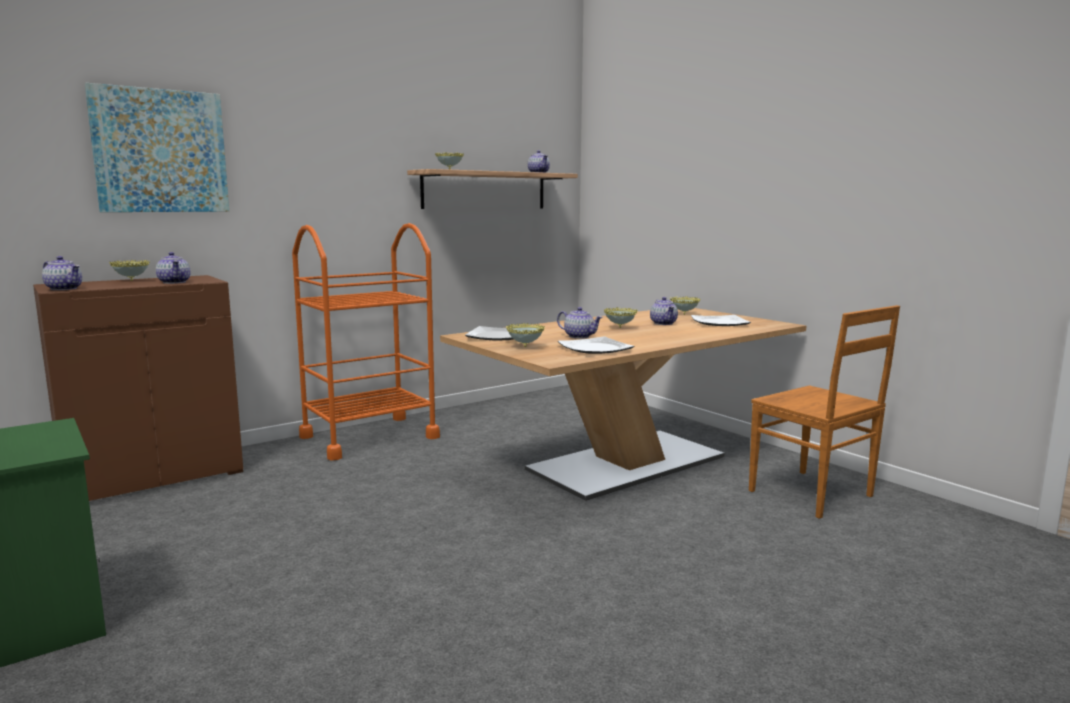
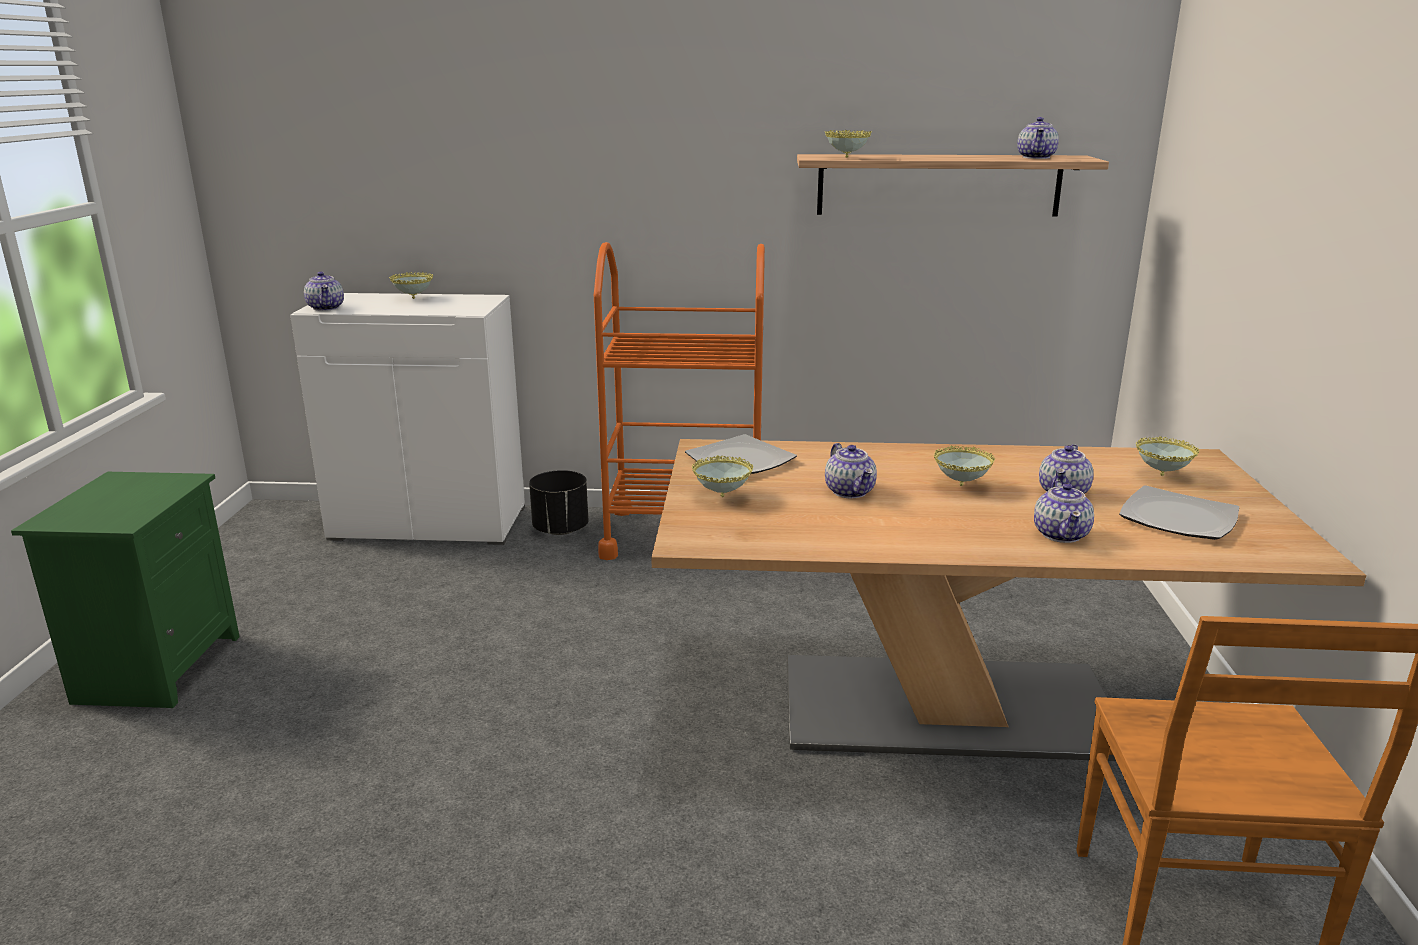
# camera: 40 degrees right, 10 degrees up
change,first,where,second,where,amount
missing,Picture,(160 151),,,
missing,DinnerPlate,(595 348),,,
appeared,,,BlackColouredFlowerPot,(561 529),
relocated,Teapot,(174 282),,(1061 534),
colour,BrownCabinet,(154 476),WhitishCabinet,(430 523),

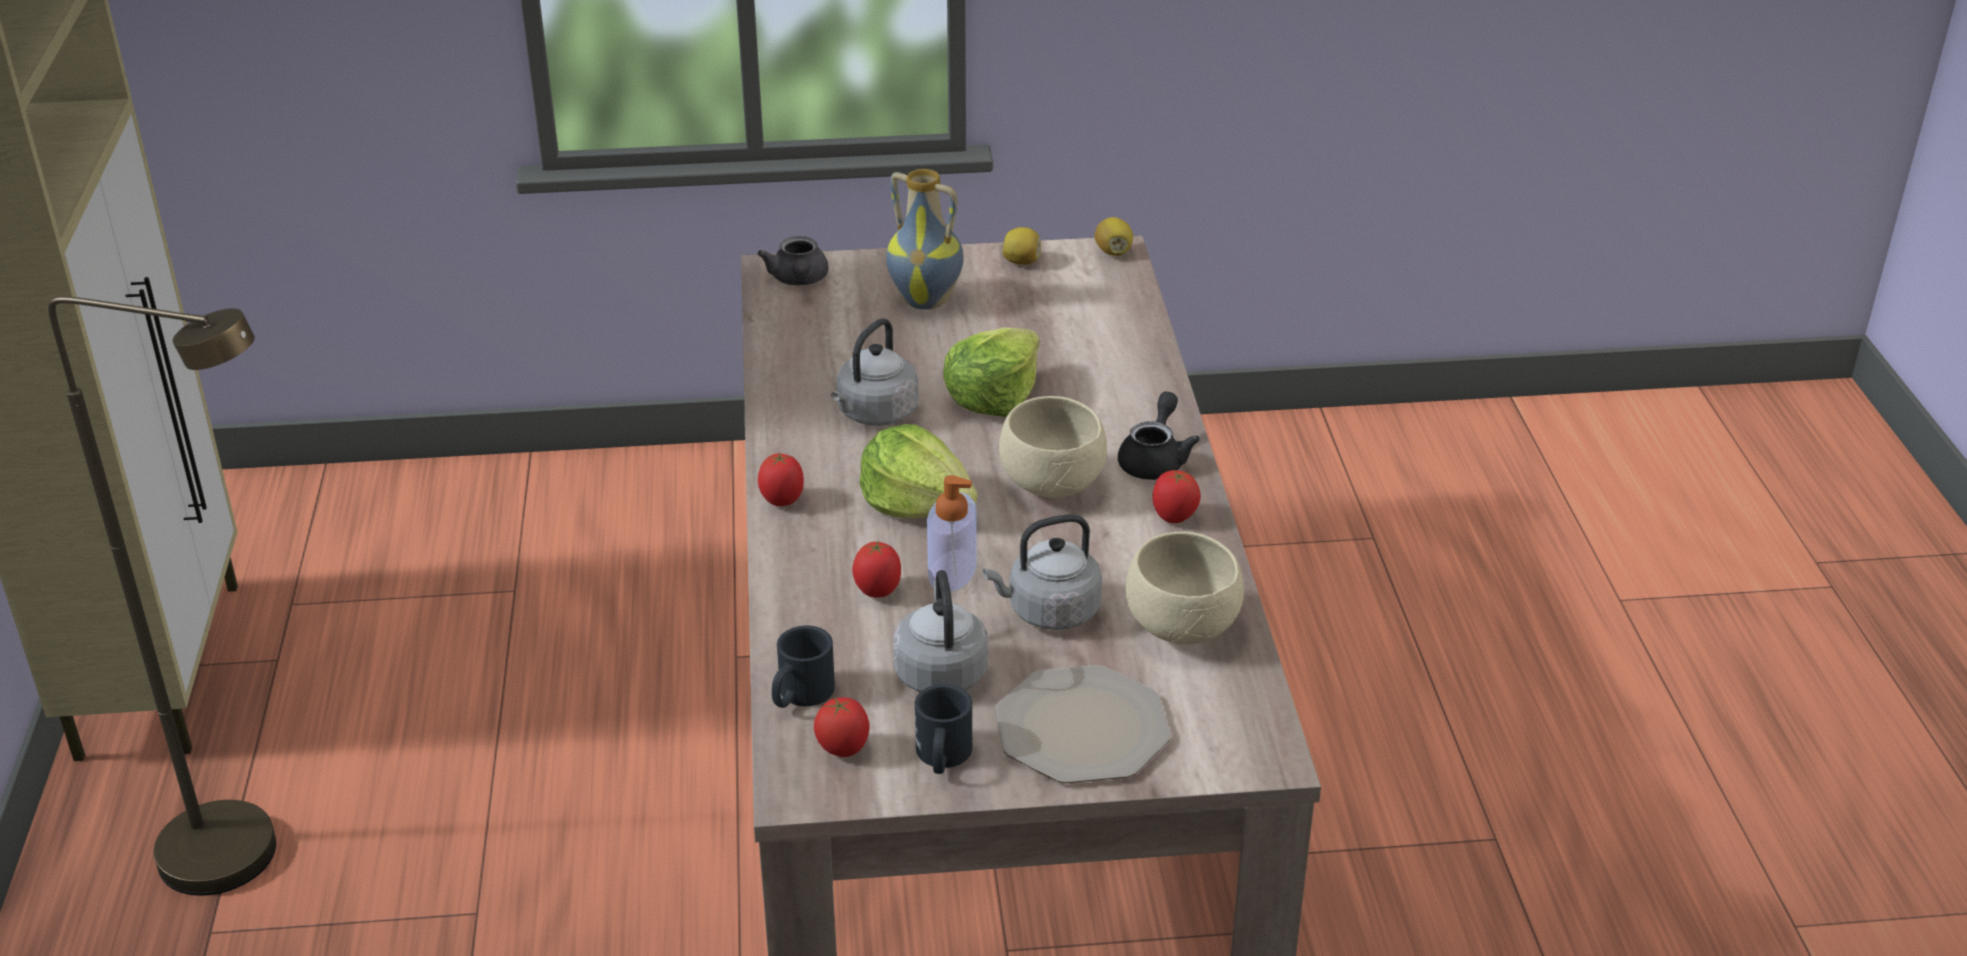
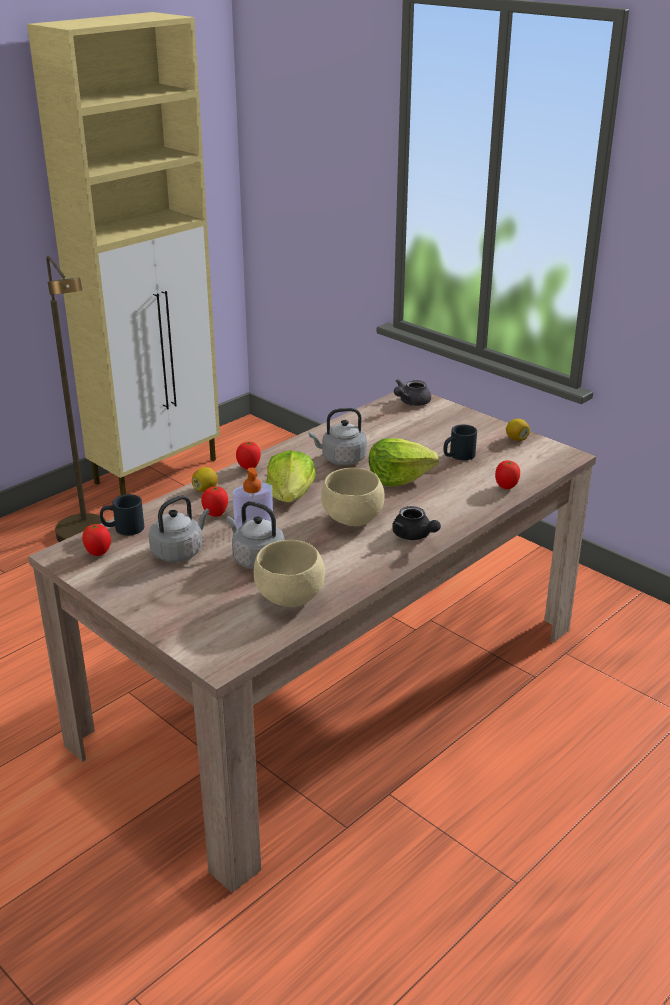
# camera: 50 degrees right, 5 degrees down
change,first,where,second,where,amount
missing,FlowerVase,(927 300),,,
missing,DinnerPlate,(1081 726),,,
relocated,BlackColouredCoffeeMug,(942 758),,(458 456),
relocated,CitrusFruit,(1113 252),,(205 489),
relocated,FreshTomato,(1174 518),,(506 487),
spun,BlackColouredTeapot,(1155 459),,(414 536),75 degrees clockwise

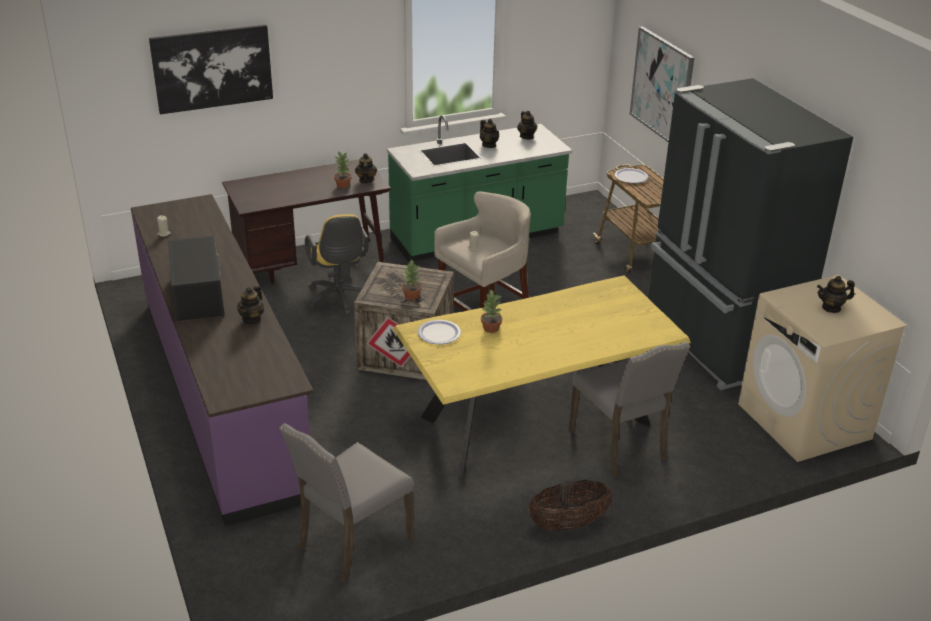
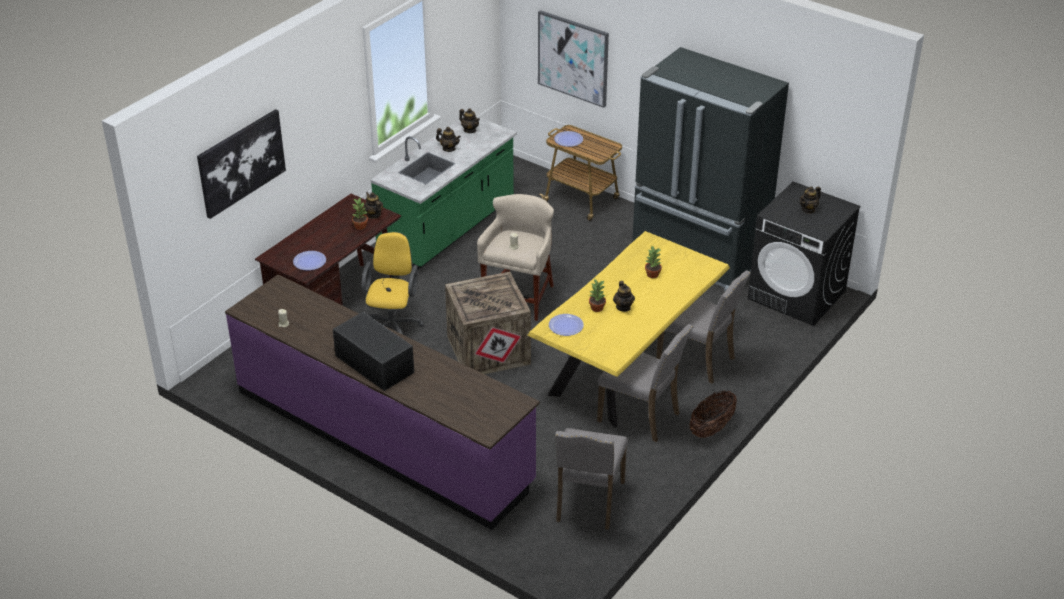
# camera: 30 degrees left, 5 degrees up
change,first,where,second,where,amount
appeared,,,DinnerPlate,(309 261),
appeared,,,GreyishChair,(641 416),
relocated,Teapot,(252 319),,(623 307),
relocated,PlantInAPot,(411 296),,(652 275),
colour,BeigeColouredLaundryMachine,(804 422),BlackColouredLaundryMachine,(797 295),
spun,YellowOfficeChair,(339 300),,(393 327),120 degrees counterclockwise

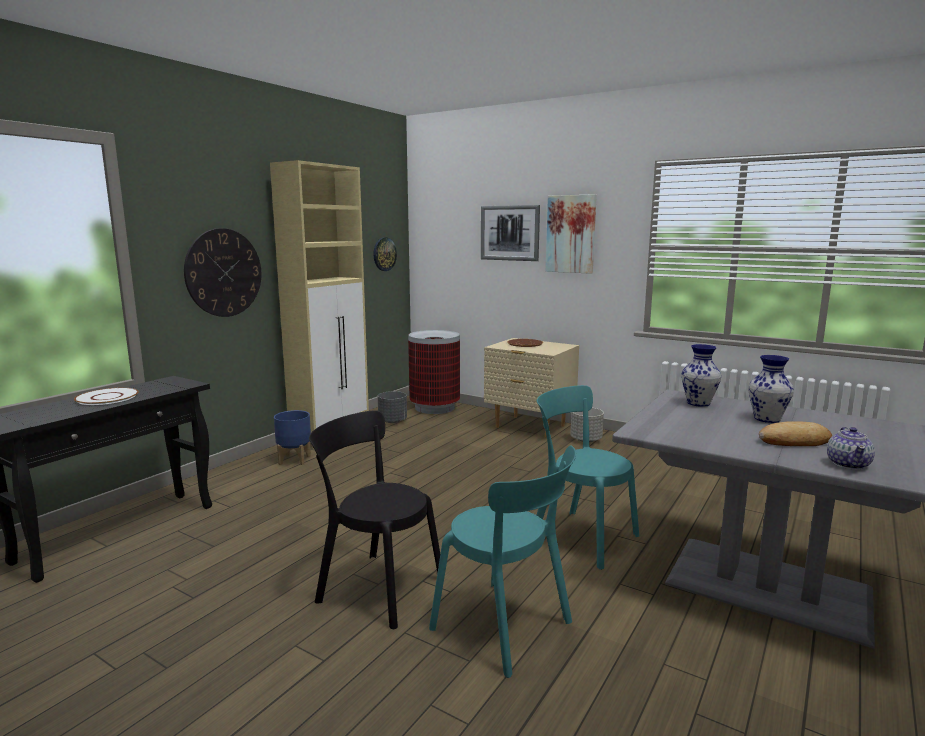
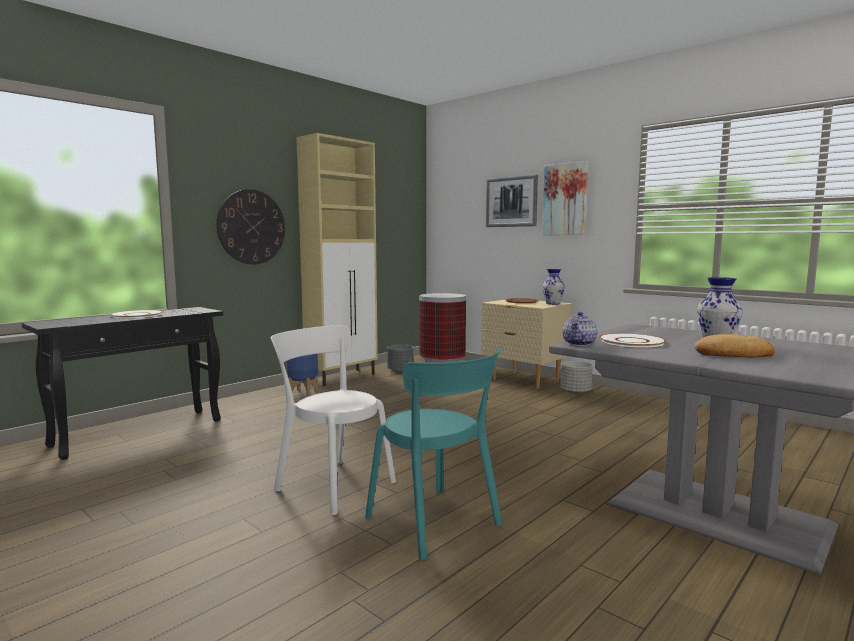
# camera: 10 degrees right, 5 degrees down
change,first,where,second,where,amount
missing,HangingClock,(384 254),,,
missing,TurquoiseChair,(580 536),,,
appeared,,,WhitishDinnerPlate,(631 342),
relocated,FlowerVase,(698 403),,(552 304),
relocated,Teapot,(848 464),,(579 343),
colour,BlackColouredChair,(376 587),WhitishChair,(332 484),

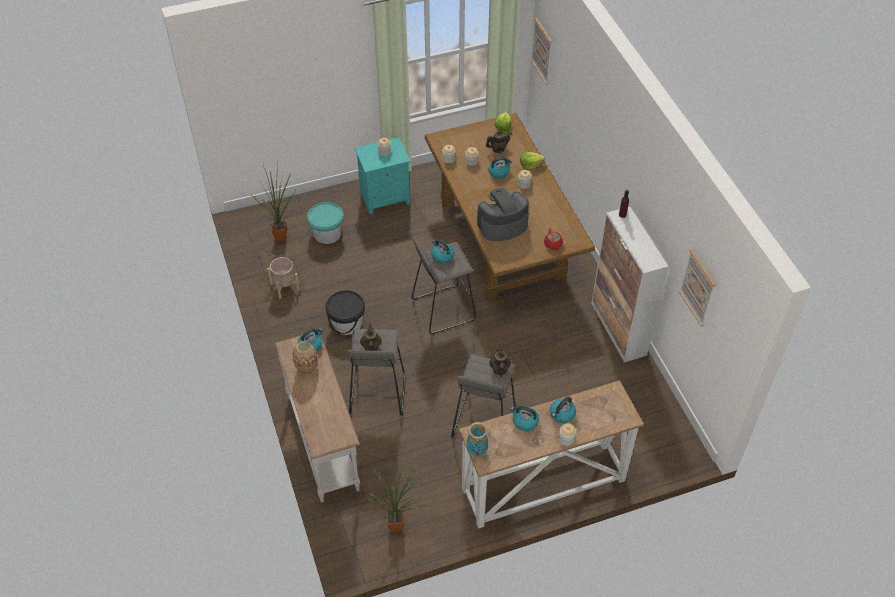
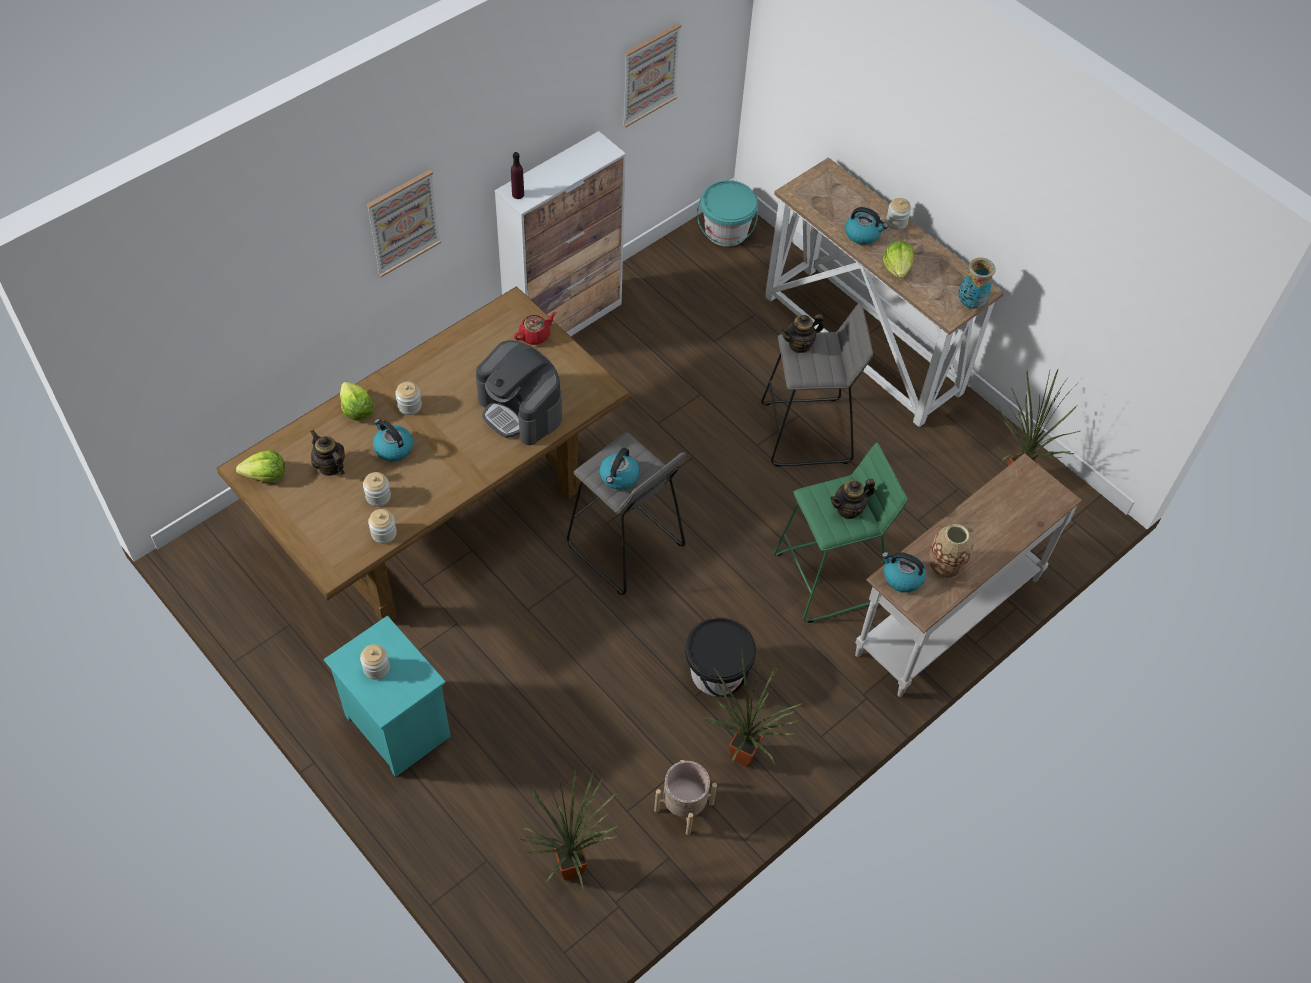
# camera: 115 degrees left, 5 degrees up
change,first,where,second,where,amount
appeared,,,PlantInAPot,(740 759),
relocated,TurquoiseBucket,(327 234),,(726 231),
relocated,Picture,(542 50),,(403 222),
exchanged,WaterKettle,(524 422),Lettuce,(897 267),
colour,GreyishStool,(377 394),GreenStool,(828 578),

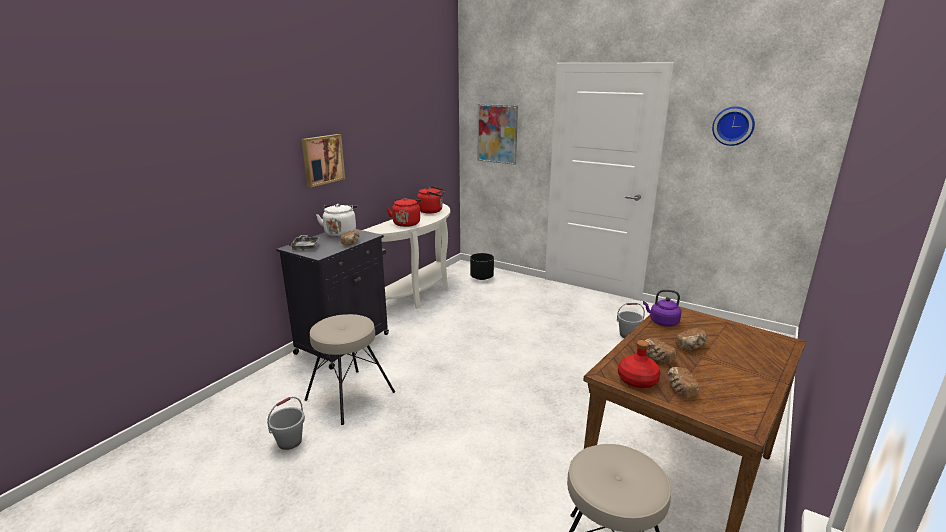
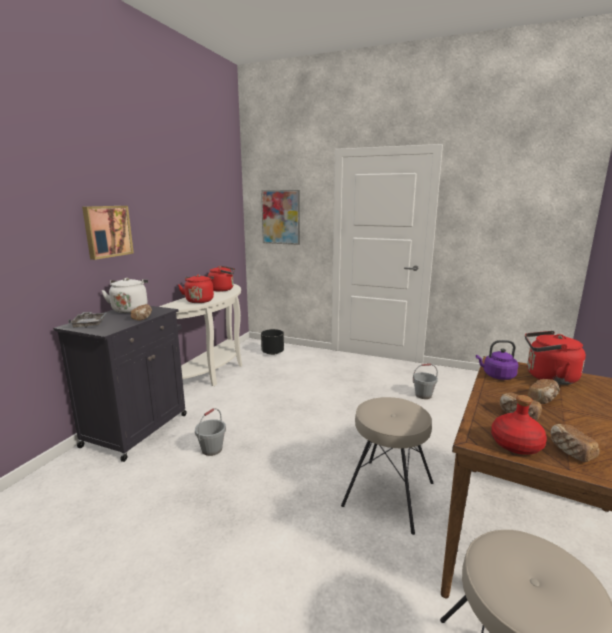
# camera: 10 degrees left, 5 degrees down
change,first,where,second,where,amount
missing,HangingClock,(733 126),,,
appeared,,,RedWaterKettle,(548 377),
relocated,GreyishBucket,(289 441),,(212 449),
relocated,BeigeColouredStool,(349 395),,(387 493),

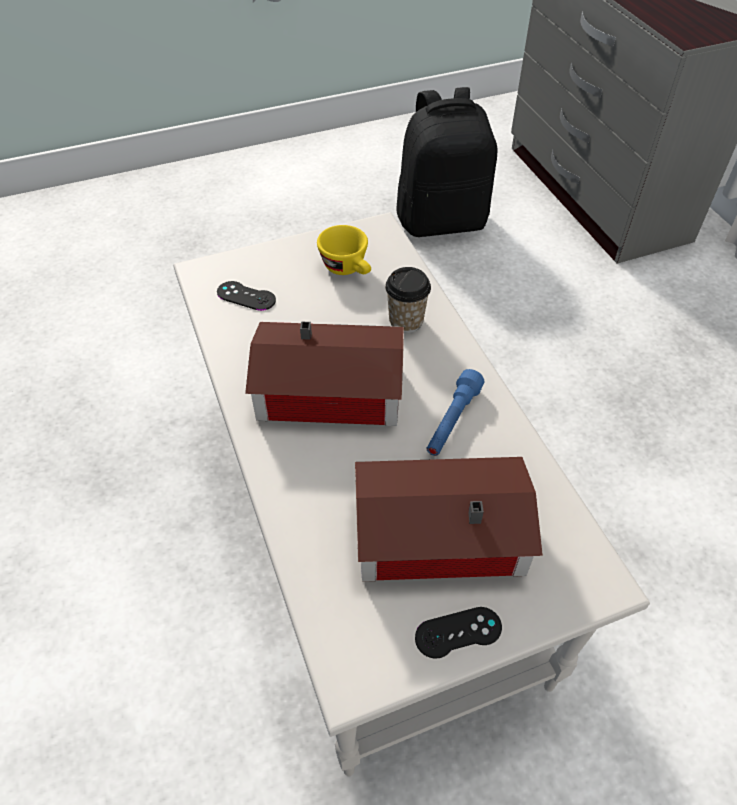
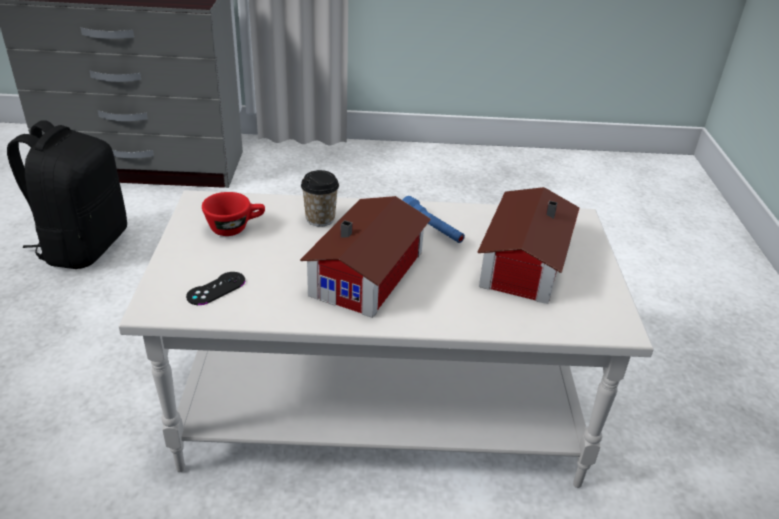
# camera: 70 degrees left, 15 degrees down
change,first,where,second,where,amount
missing,BlackColouredGamepad,(458 632),,,
colour,YellowSmallCup,(348 269),RedSmallCup,(235 227),

